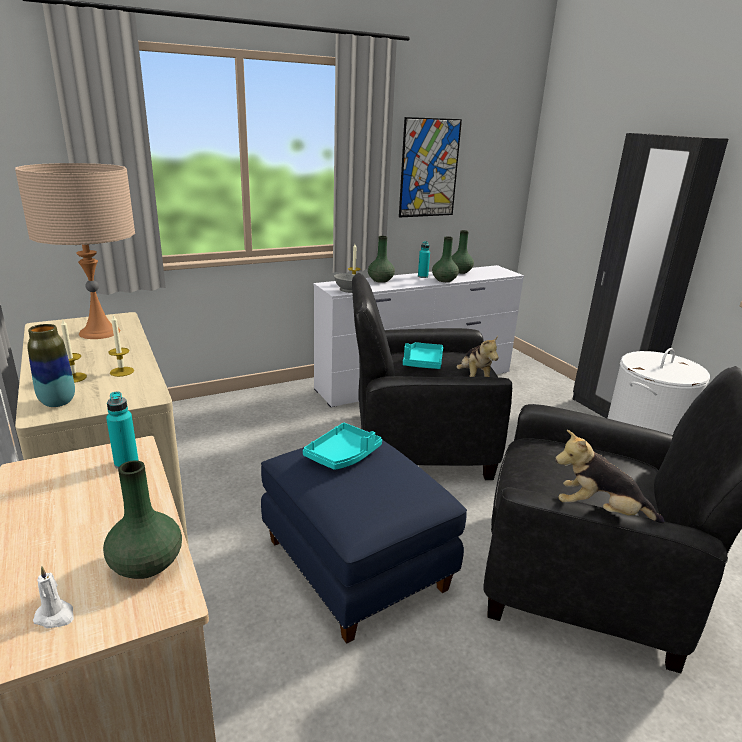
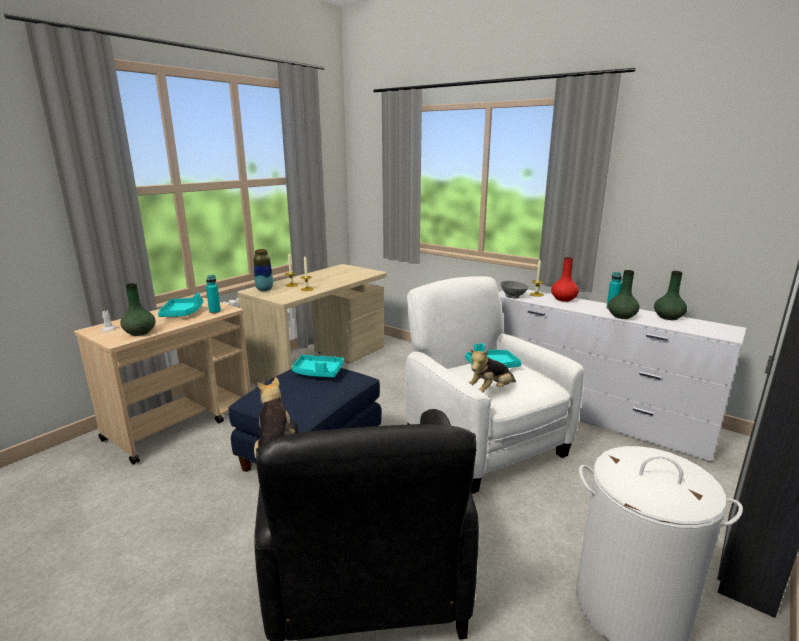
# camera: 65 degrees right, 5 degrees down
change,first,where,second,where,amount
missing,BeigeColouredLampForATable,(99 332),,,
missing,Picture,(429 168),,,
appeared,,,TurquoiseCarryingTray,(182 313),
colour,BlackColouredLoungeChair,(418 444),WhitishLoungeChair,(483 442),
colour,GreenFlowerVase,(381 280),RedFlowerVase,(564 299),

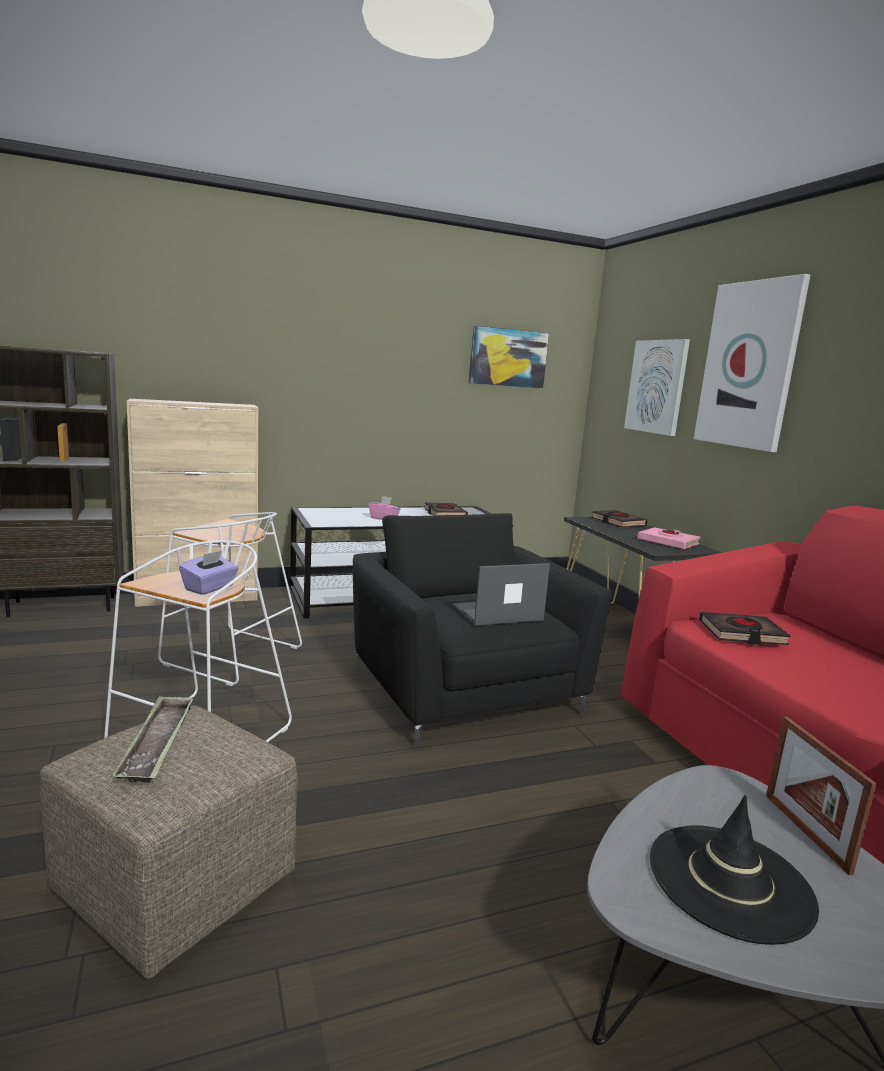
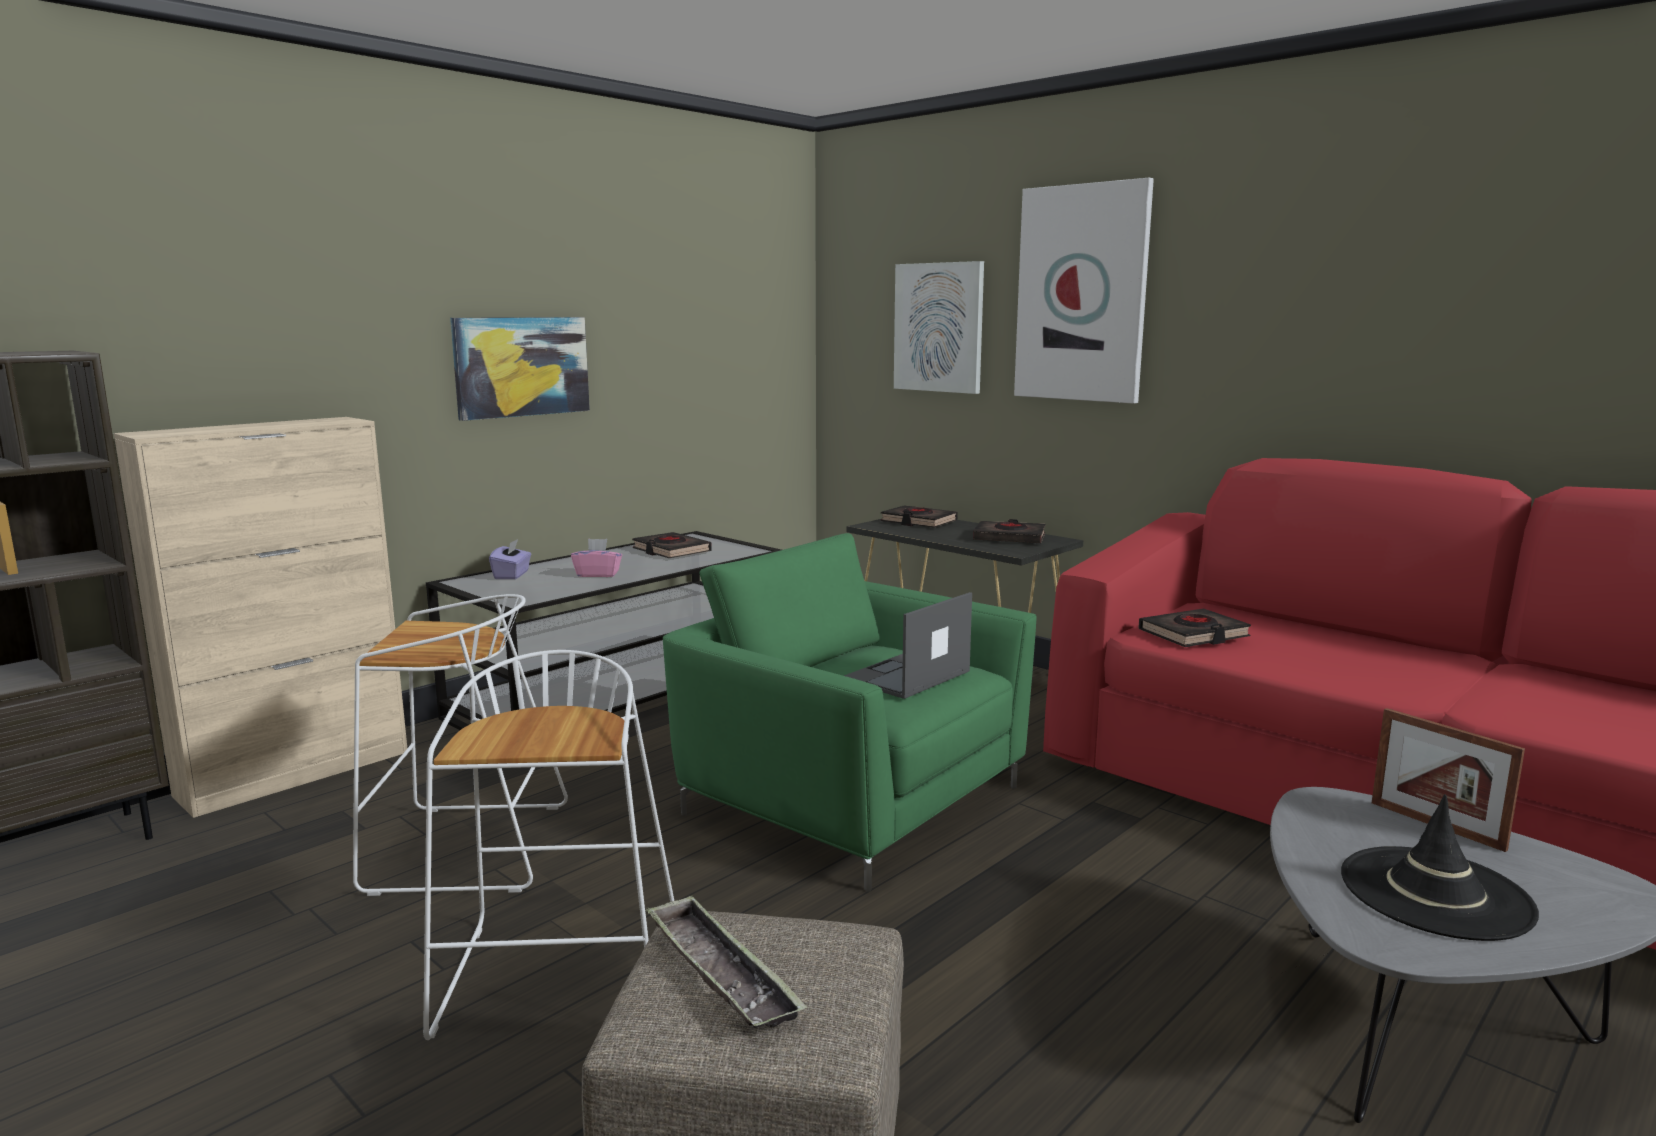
# camera: 25 degrees left, 0 degrees up
change,first,where,second,where,amount
relocated,PurpleTissueHolder,(210 588),,(512 575),
relocated,Picture,(508 358),,(521 366),
colour,BlackColouredLoungeChair,(465 691),GreenLoungeChair,(852 799),
colour,PinkishBoundBook,(668 542),BlackColouredBoundBook,(1009 538),

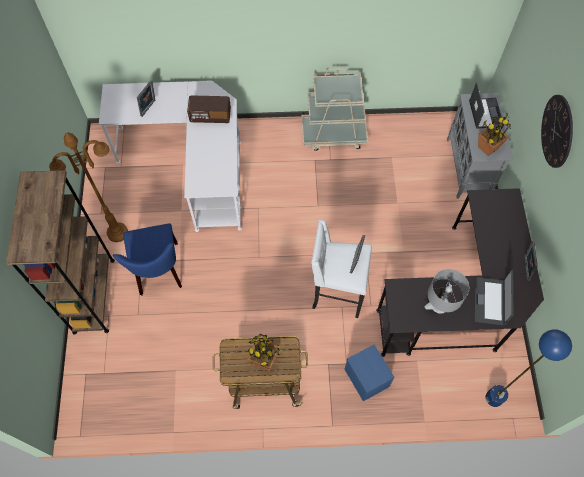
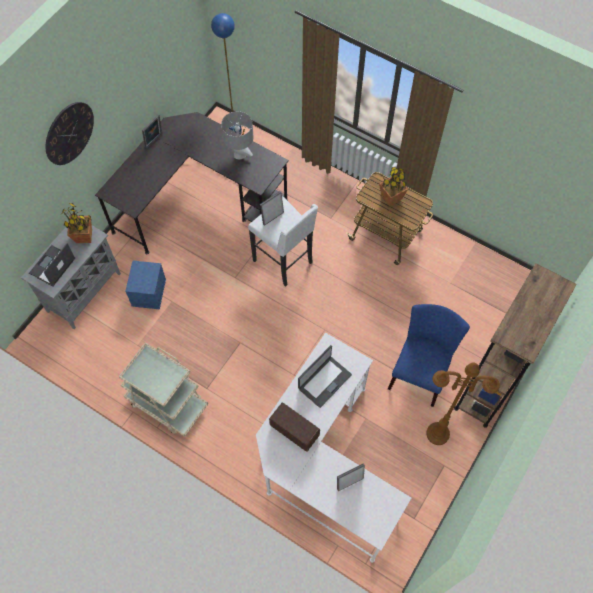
# camera: 145 degrees left, 0 degrees up
change,first,where,second,where,amount
relocated,BluishStorageBox,(367 378),,(148 292),
relocated,PortableComputer,(490 301),,(324 381),

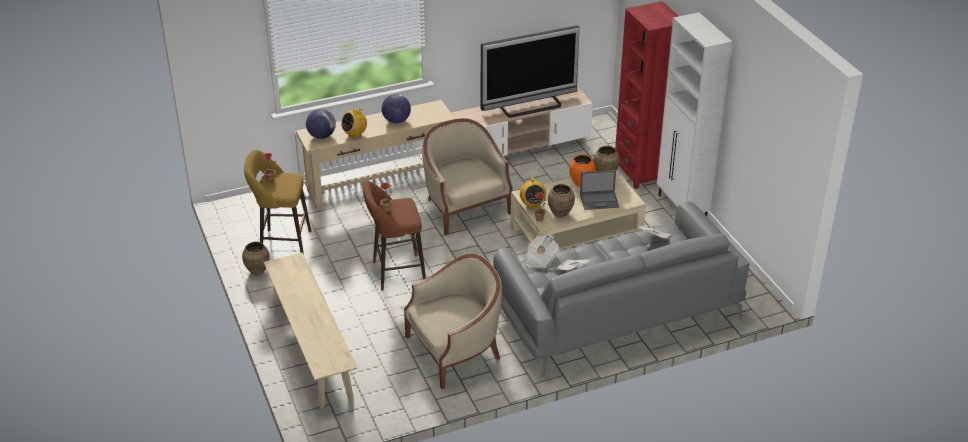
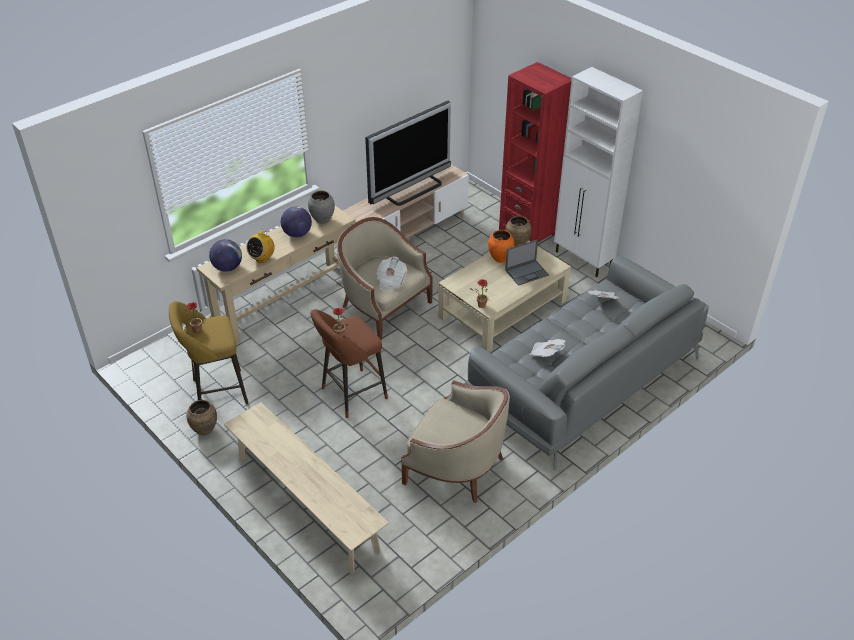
# camera: 20 degrees left, 5 degrees up
change,first,where,second,where,amount
missing,RadioSet,(532 205),,,
missing,BrownFlowerVase,(560 213),,,
appeared,,,GreyishFlowerVase,(322 220),
relocated,PrintedPaper,(540 259),,(390 281),
spun,BeigeColouredLoungeChair,(455 352),,(456 467),75 degrees clockwise

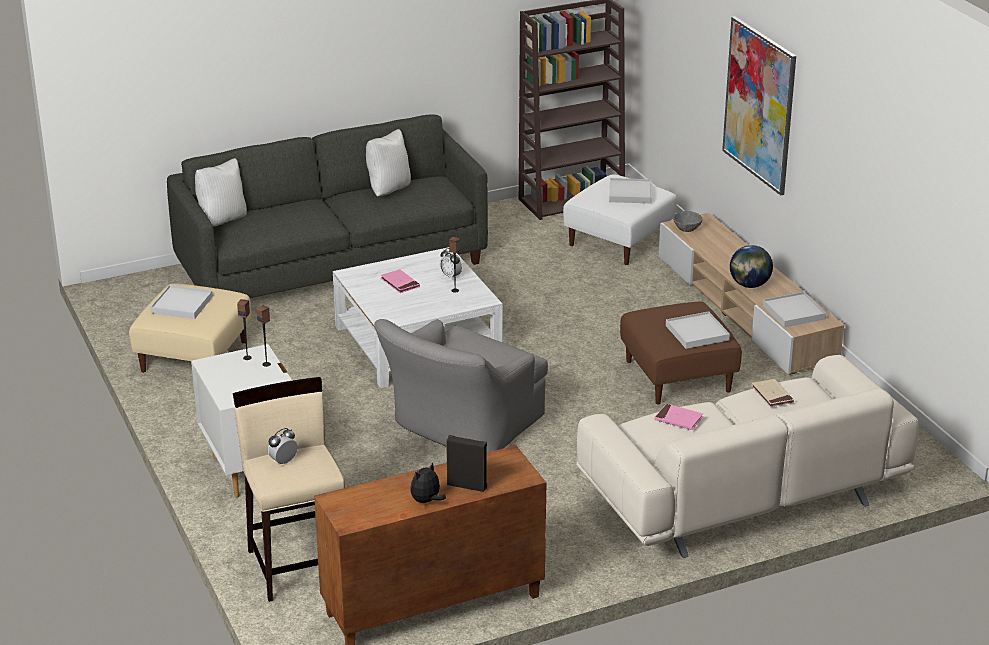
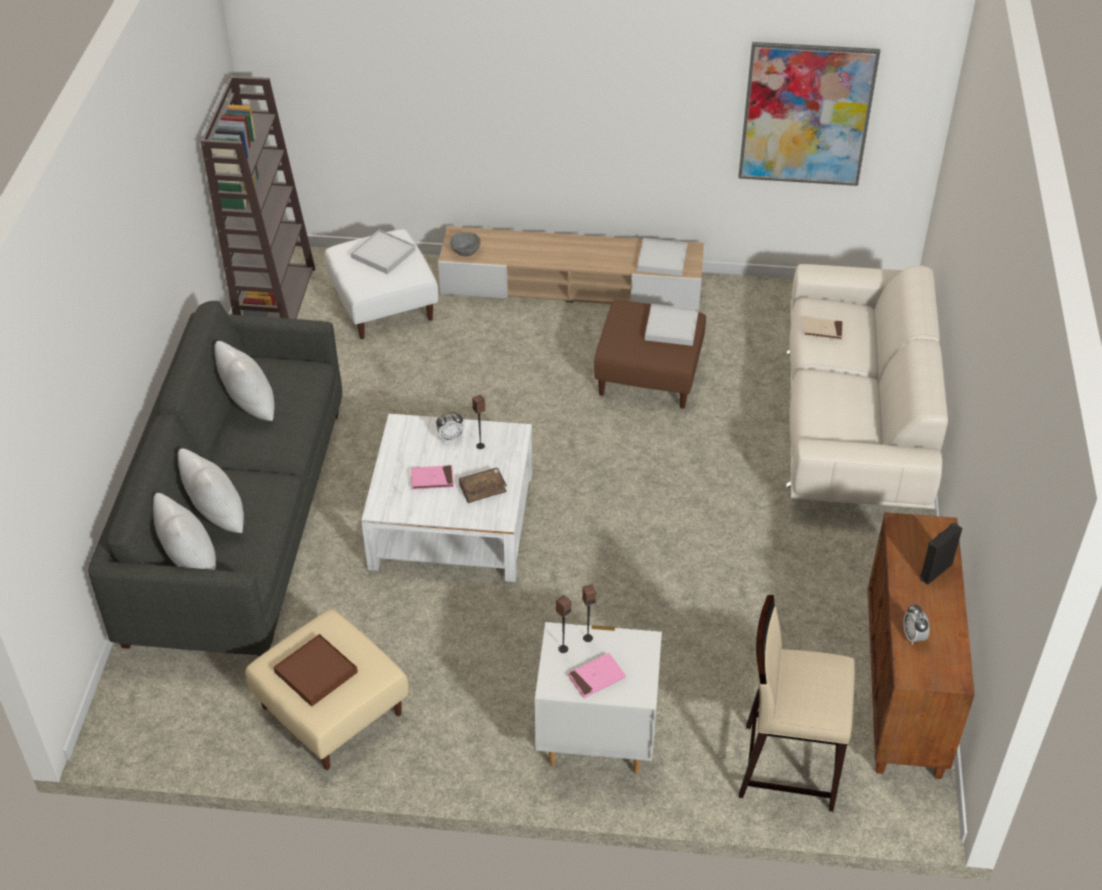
# camera: 60 degrees left, 15 degrees up
change,first,where,second,where,amount
missing,GreyishLoungeChair,(460 427),,,
missing,CuddlyToy,(426 501),,,
missing,DeskGlobe,(749 285),,,
appeared,,,WhitishThrowPillow,(216 518),
appeared,,,BrownBoundBook,(482 488),
relocated,AlarmClock,(283 461),,(913 636),
relocated,PinkishBoundBook,(678 419),,(596 677),
relocated,Picture,(759 105),,(806 114),
colour,WhitishCarryingTray,(182 305),BrownCarryingTray,(316 672),

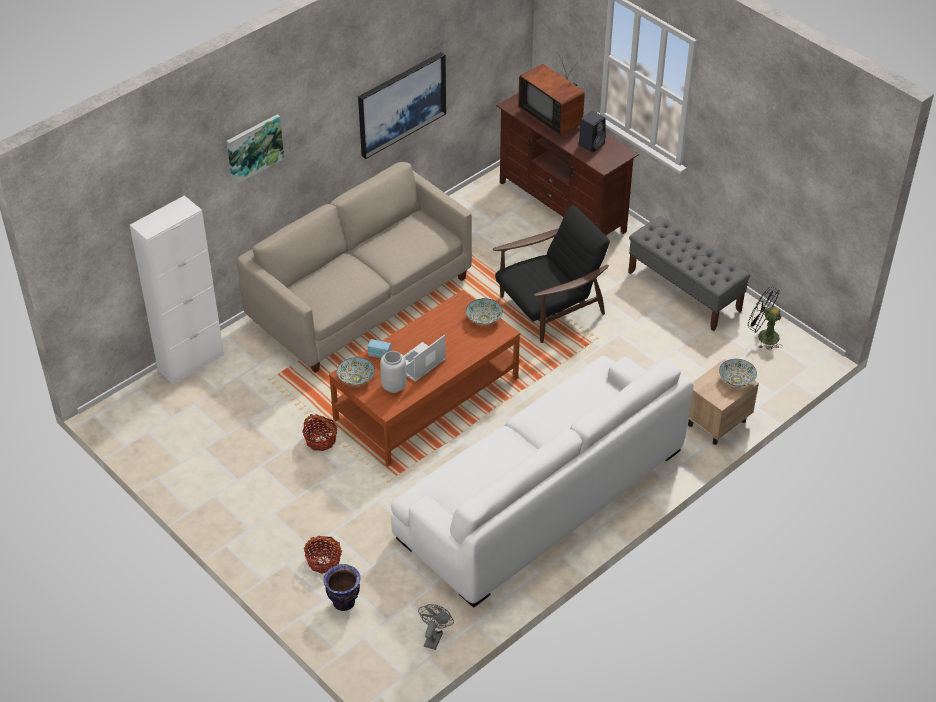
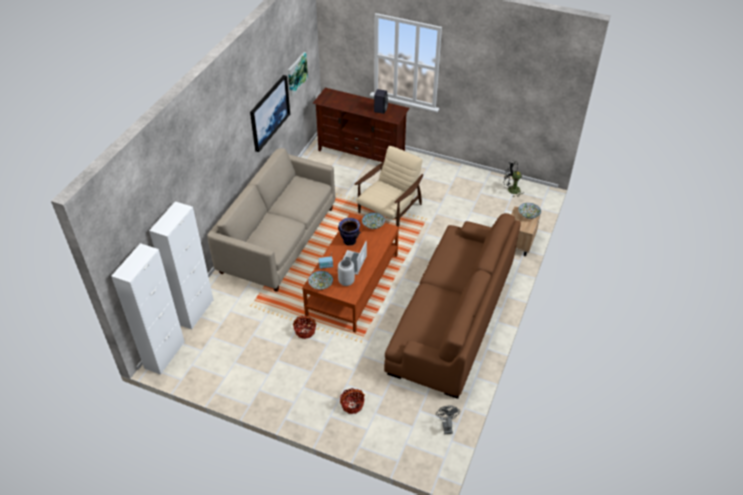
# camera: 25 degrees left, 0 degrees up
change,first,where,second,where,amount
missing,TvSet,(553 116),,,
missing,GreyishLongSeat,(684 291),,,
appeared,,,WhitishCabinet,(164 355),
relocated,Picture,(254 148),,(296 73),
relocated,FlowerVase,(343 602),,(349 241),
colour,WhitishSettee,(541 493),BrownSettee,(452 316),
colour,BlackColouredLoungeChair,(549 307),BeigeColouredLoungeChair,(389 210),

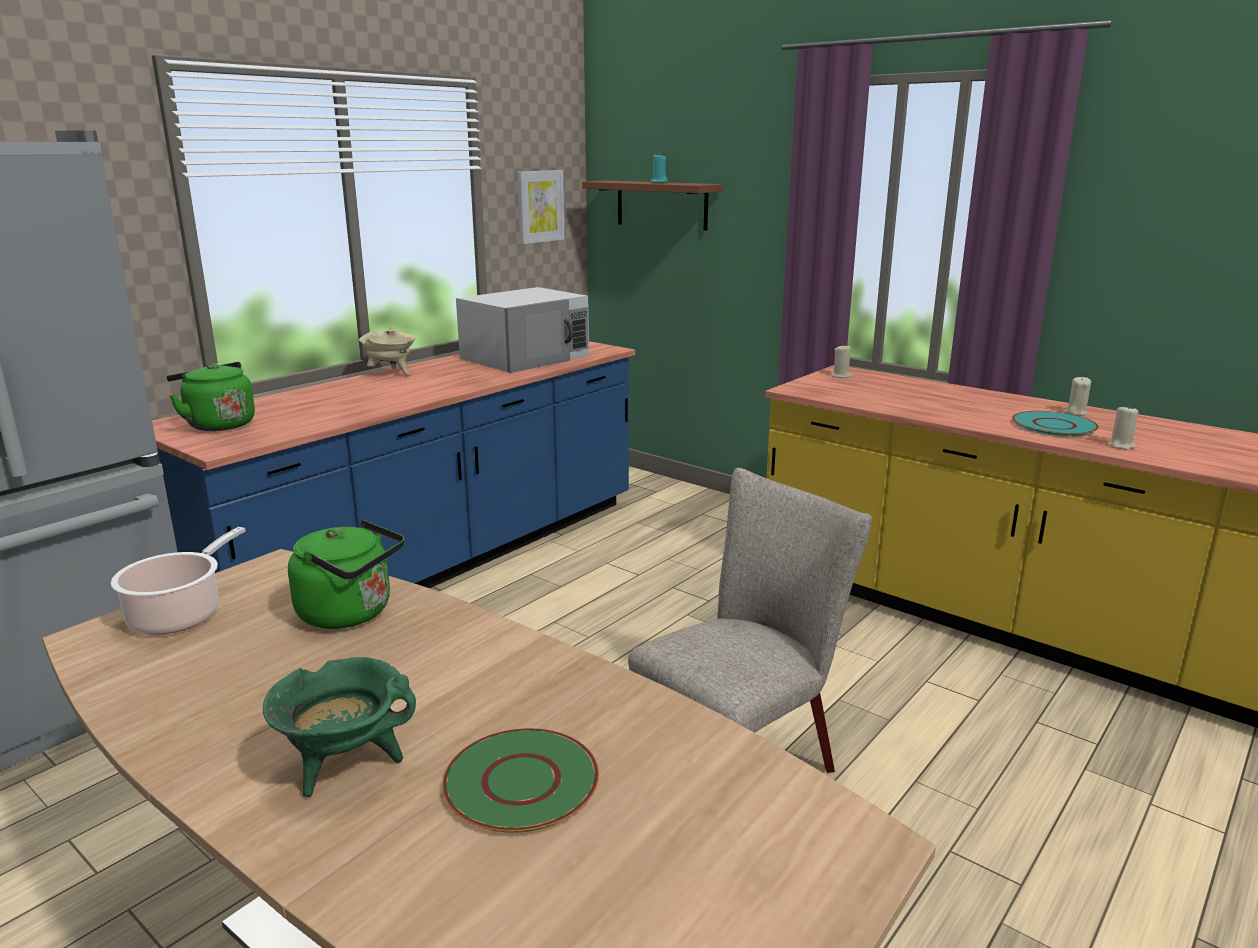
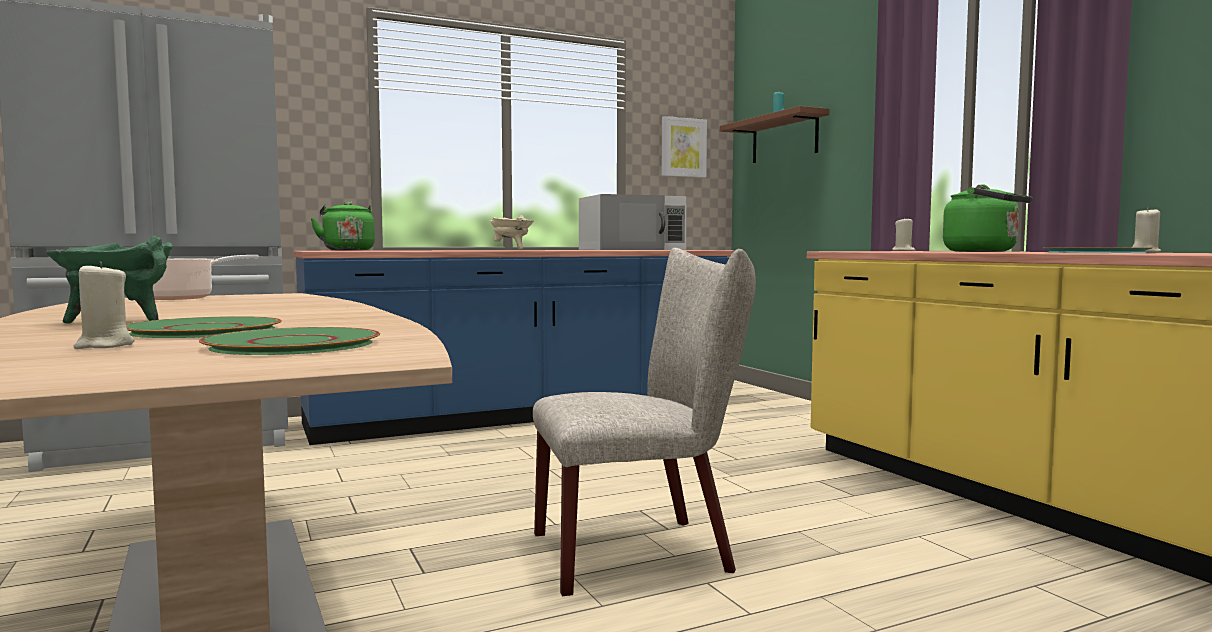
# camera: 25 degrees right, 15 degrees down
change,first,where,second,where,amount
appeared,,,GreenDinnerPlate,(293 344),
relocated,GreenWaterKettle,(351 613),,(985 251),
relocated,BeigeColouredCandle,(1121 446),,(104 346),

